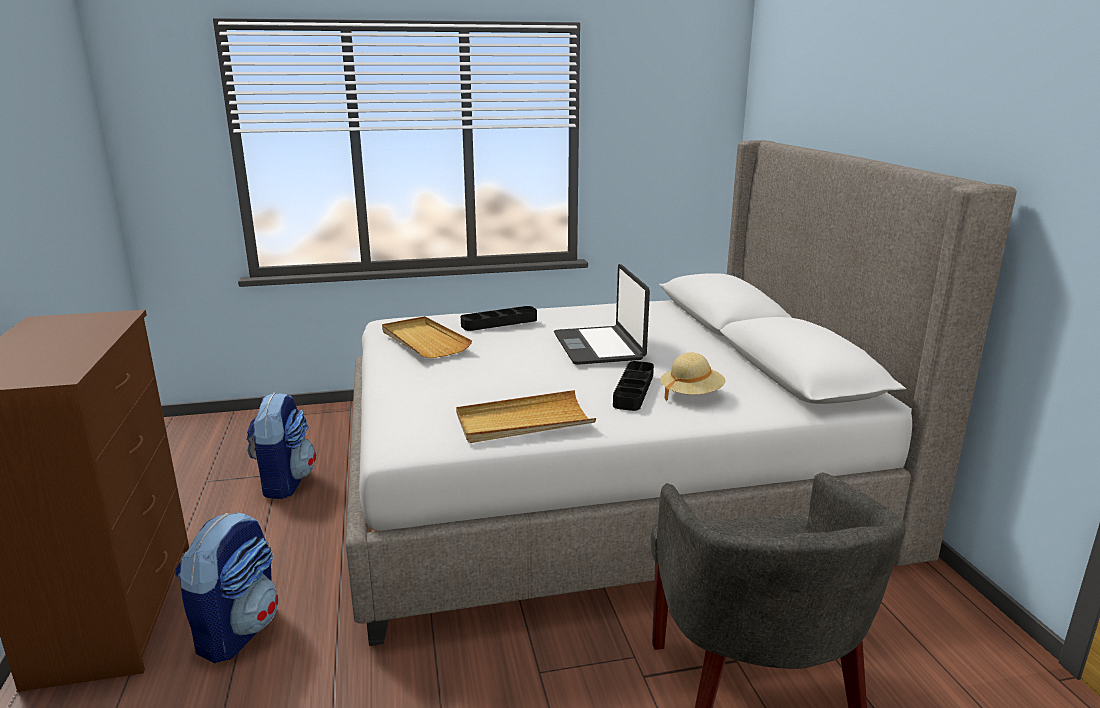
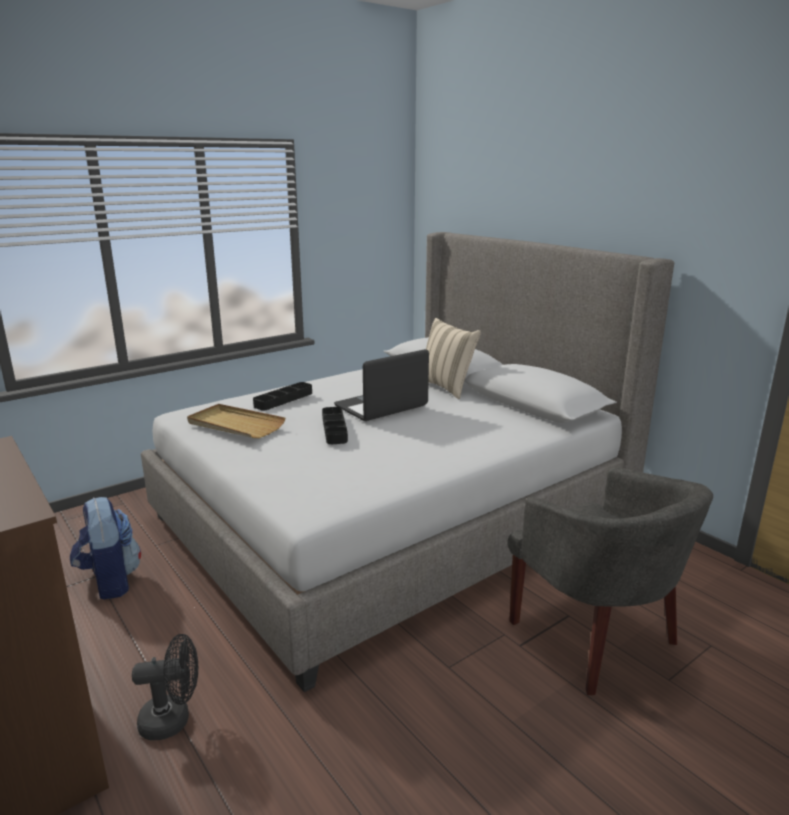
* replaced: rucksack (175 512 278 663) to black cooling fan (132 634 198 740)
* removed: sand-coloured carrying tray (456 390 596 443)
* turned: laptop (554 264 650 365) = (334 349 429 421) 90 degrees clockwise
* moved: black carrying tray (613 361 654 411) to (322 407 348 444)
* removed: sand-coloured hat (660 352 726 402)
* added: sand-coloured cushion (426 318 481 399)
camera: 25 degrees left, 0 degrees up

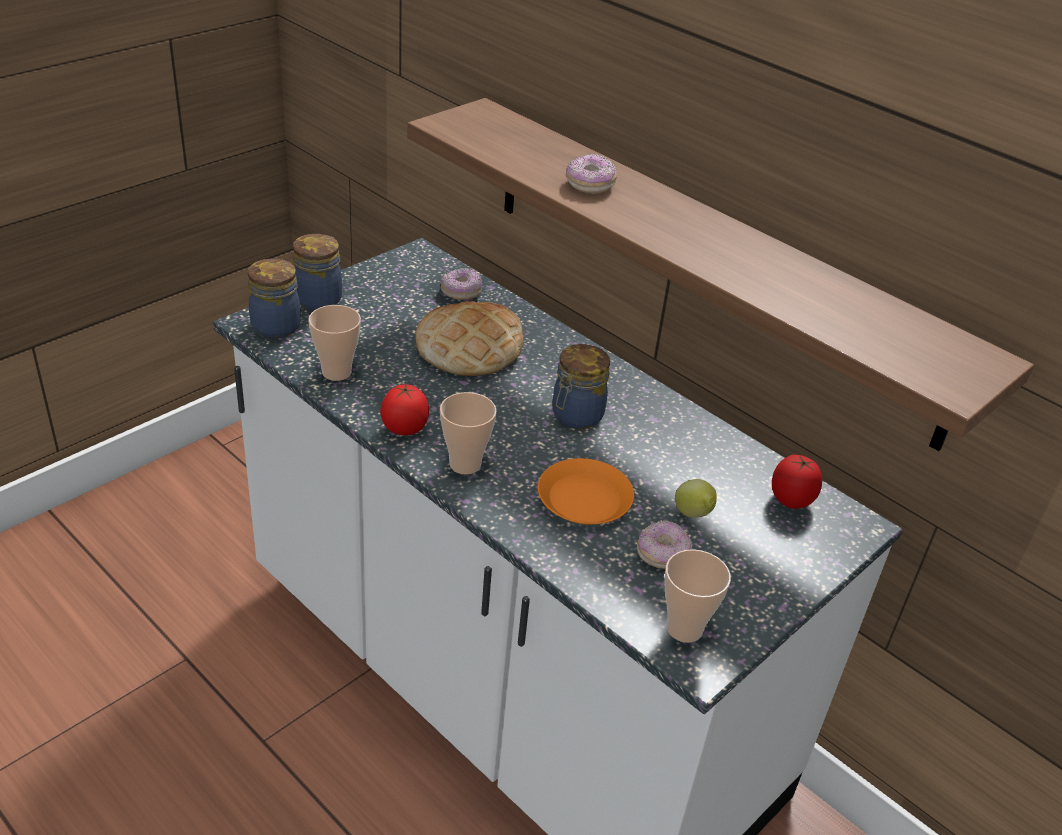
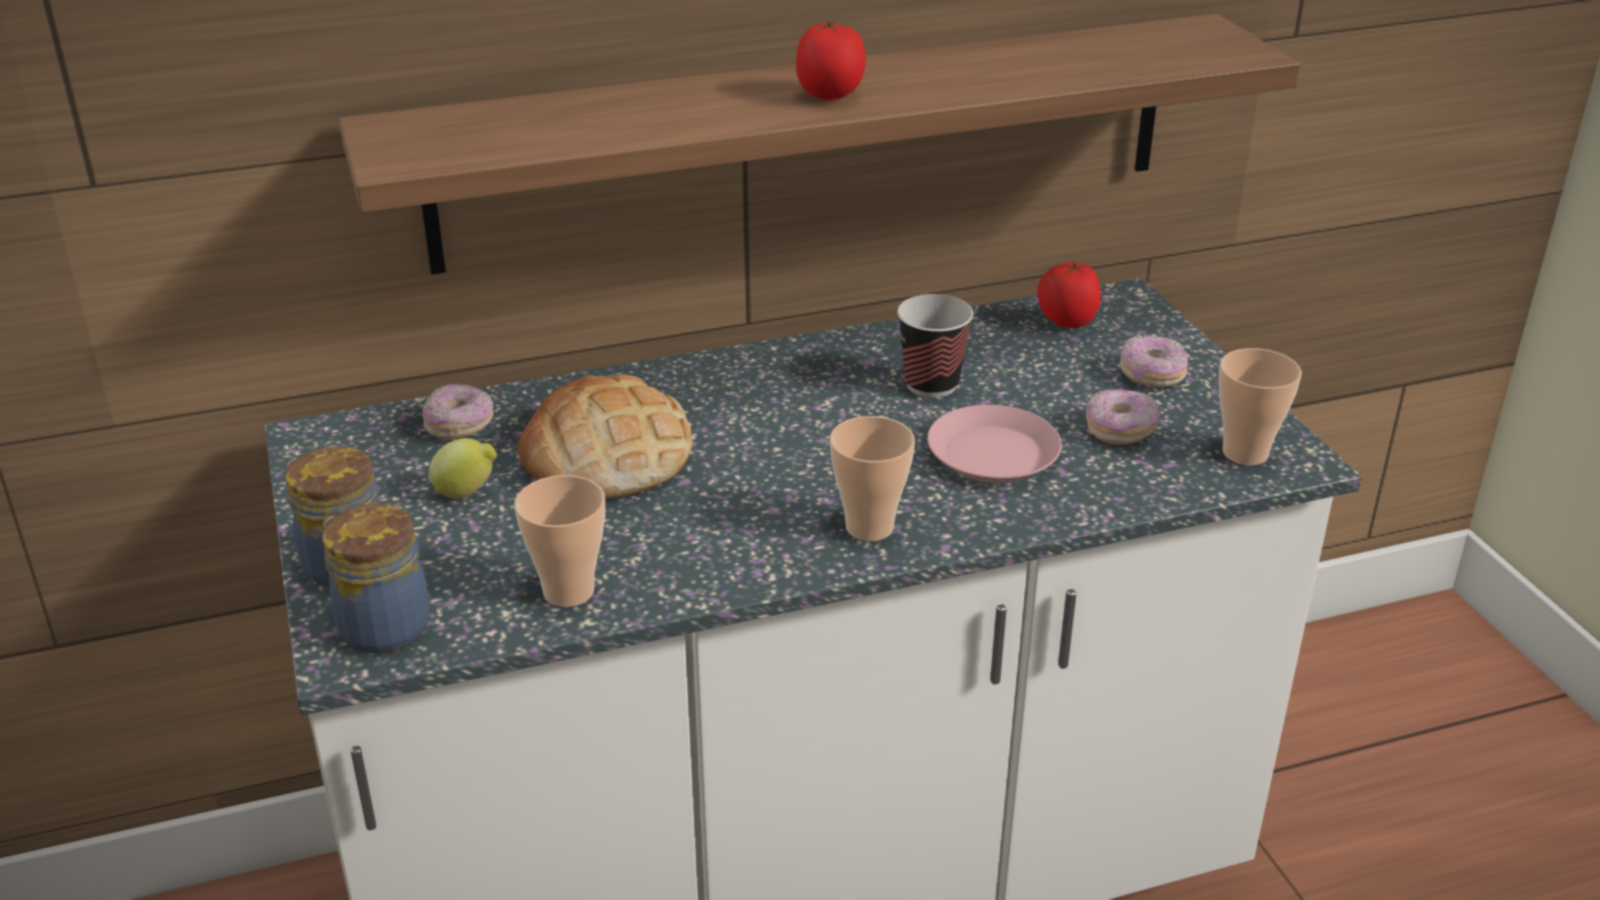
* moved: whole tomato (380 383 429 435) to (796 21 866 100)
* recoloured: orange plate (538 458 634 525) to pinkish plate (927 405 1062 483)
* removed: jar (553 344 610 429)
* moved: donut (565 154 617 194) to (1120 335 1188 387)
* moved: lemon (675 479 717 518) to (429 438 497 499)
* added: cup (897 294 973 398)
camera: 60 degrees left, 5 degrees down

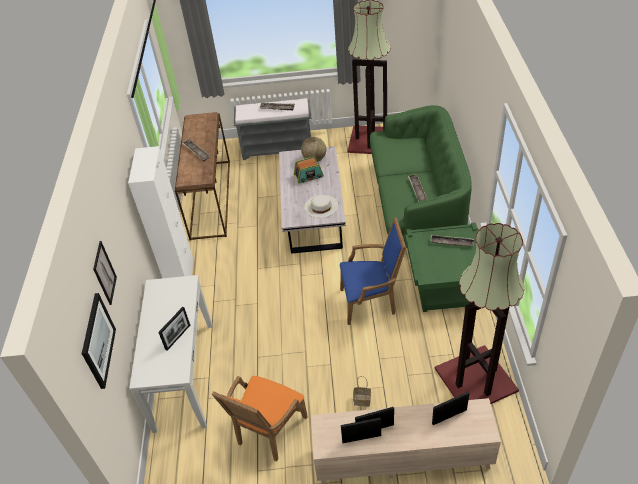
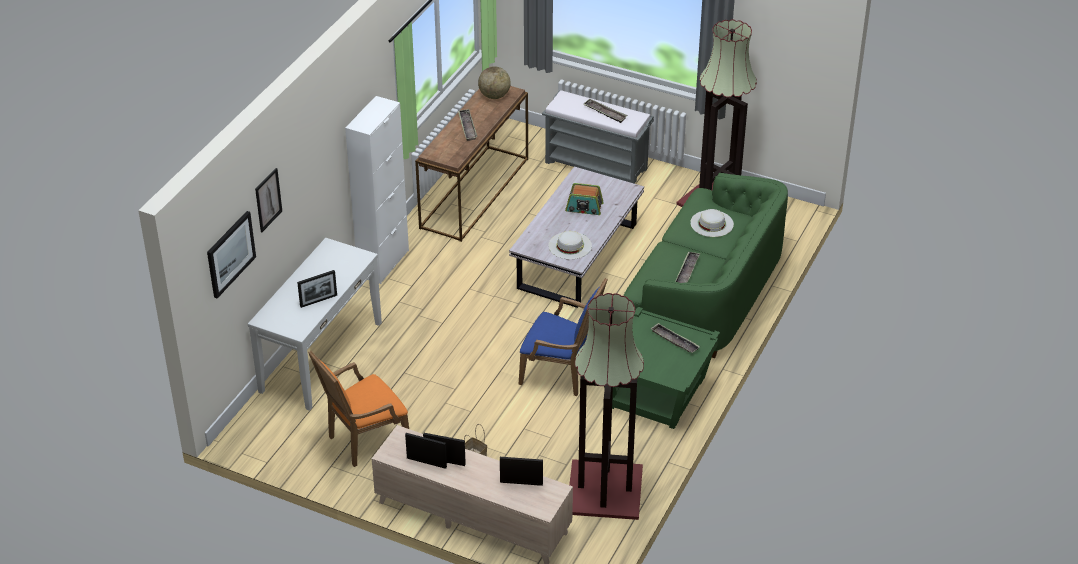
* moved: world globe (301 137 326 162) to (478 66 511 99)
* added: white-coloured hat (690 209 734 237)
camera: 25 degrees right, 5 degrees down

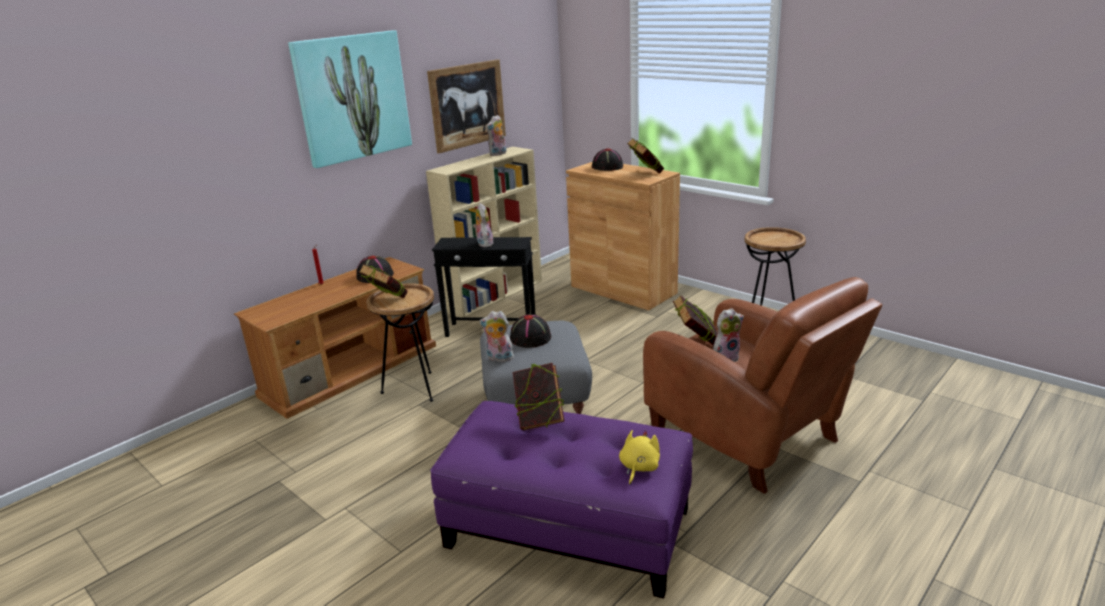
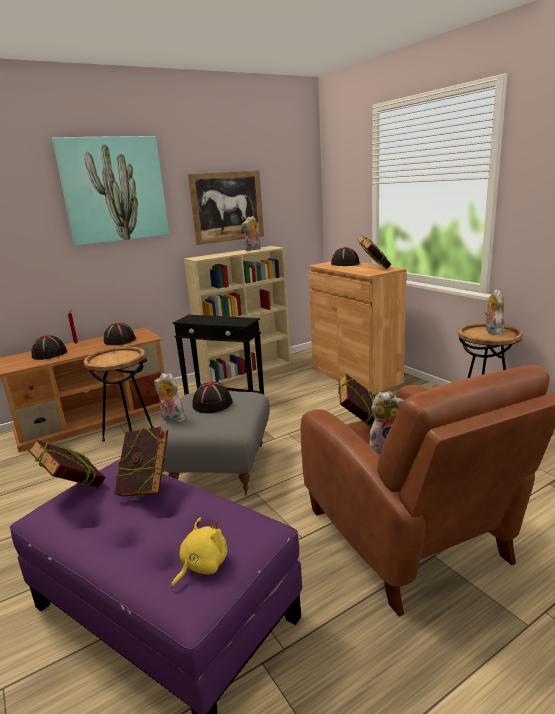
* moved: bound book (359 264 408 298) to (28 440 105 487)
* moved: soft toy (472 203 494 247) to (484 289 505 335)
* added: black hat (32 335 67 360)
camera: 15 degrees right, 5 degrees down

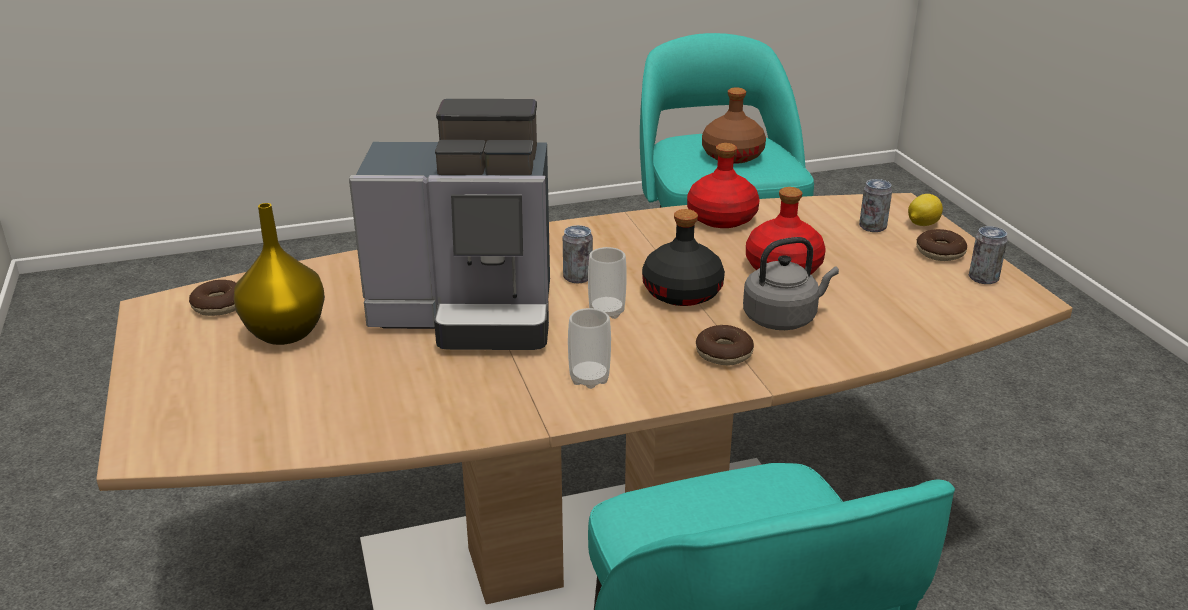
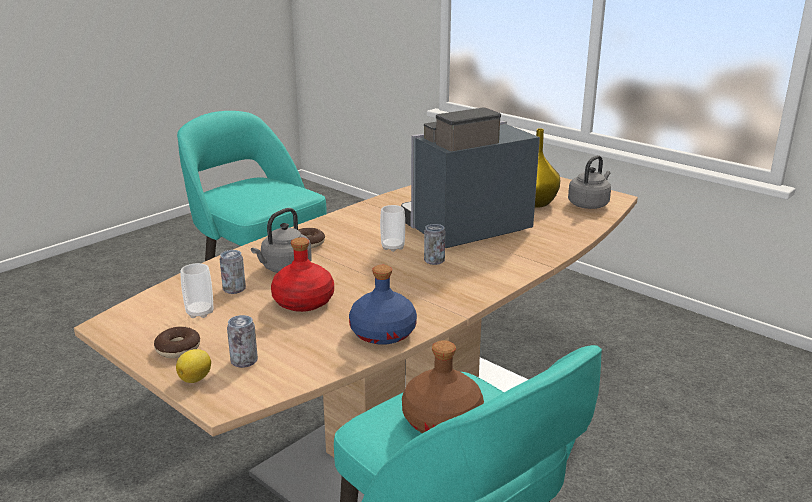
* replaced: donut (189 280 236 316) to greyish kettle (568 155 611 209)
* moved: cup (568 308 611 389) to (180 263 213 318)
* removed: black drink bottle (642 209 725 306)
* recoloured: reddish drink bottle (687 143 760 228) to bluish drink bottle (349 265 417 345)
* moved: metal can (969 226 1008 284) to (220 250 246 294)
camera: 150 degrees right, 5 degrees down

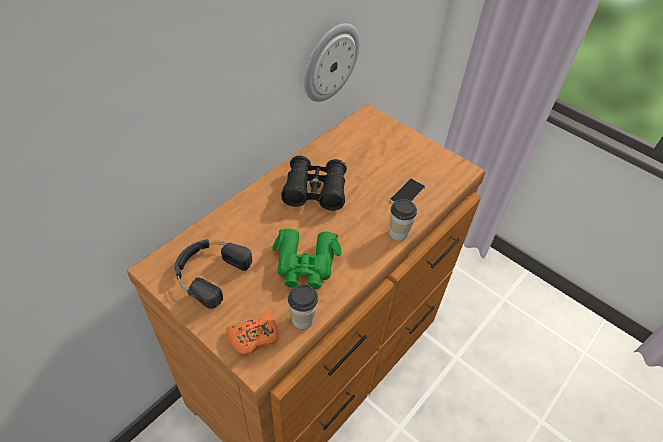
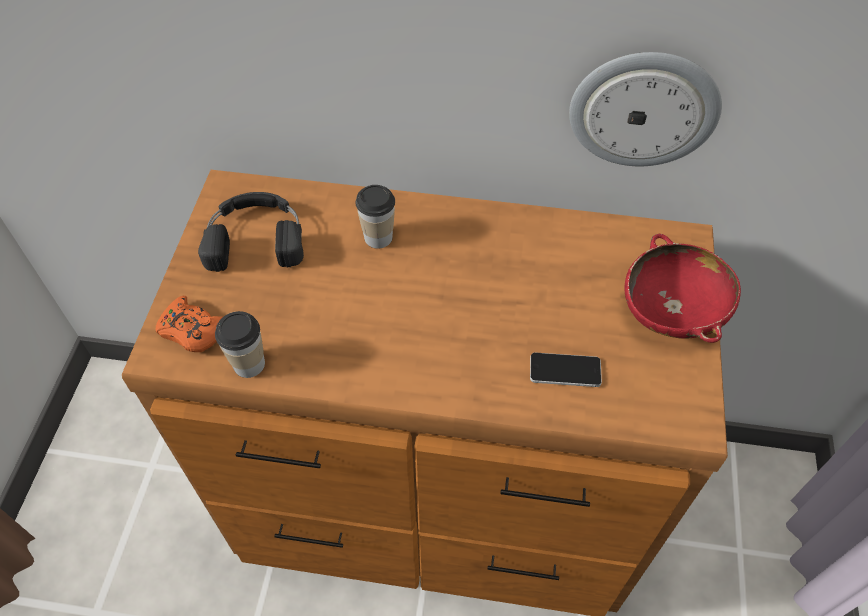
* removed: green-coloured field glasses (272 229 341 289)
* removed: black field glasses (281 156 347 211)
* moved: cup (389 199 417 241) to (356 185 395 249)
* added: reddish bowl (625 234 741 343)
camera: 60 degrees right, 5 degrees up

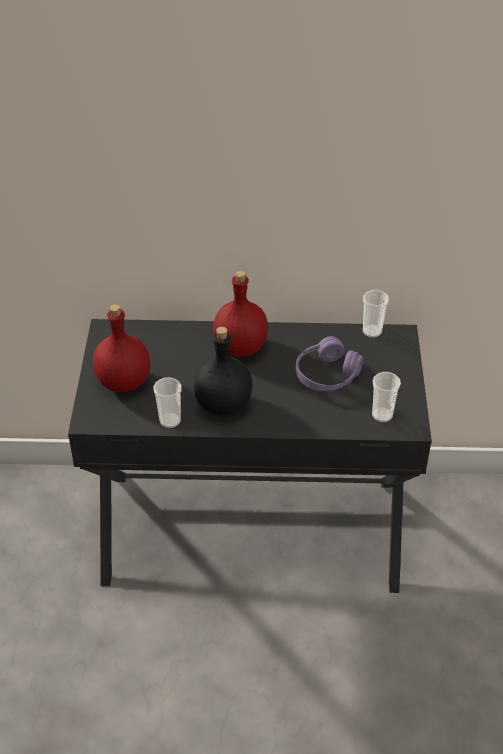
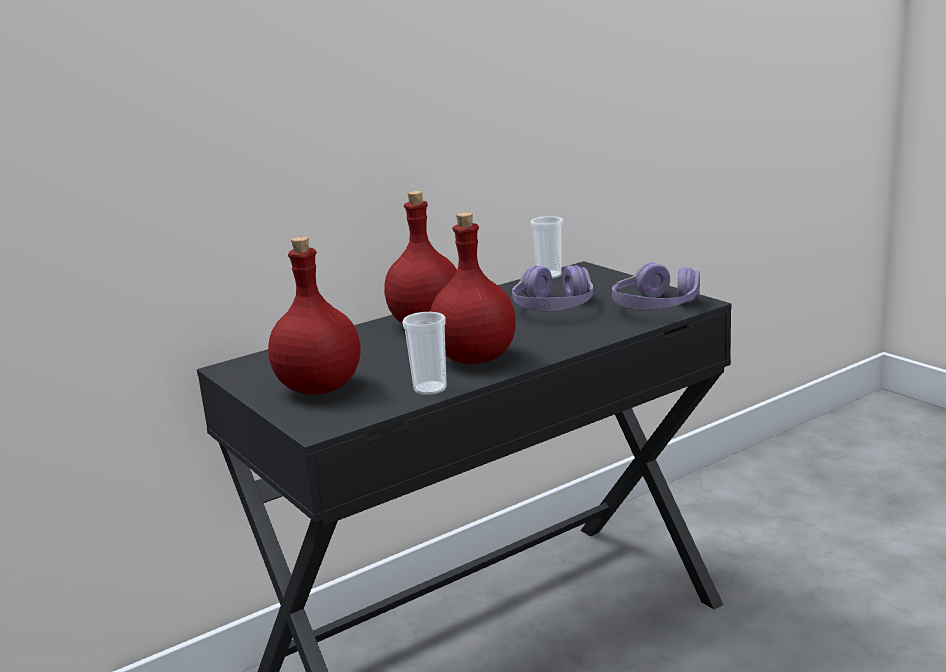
* recoloured: black drink bottle (194 327 252 416) to reddish drink bottle (430 212 516 364)
* replaced: cup (372 372 401 422) to purple-coloured pair of headphones (612 262 700 311)
camera: 35 degrees left, 25 degrees down

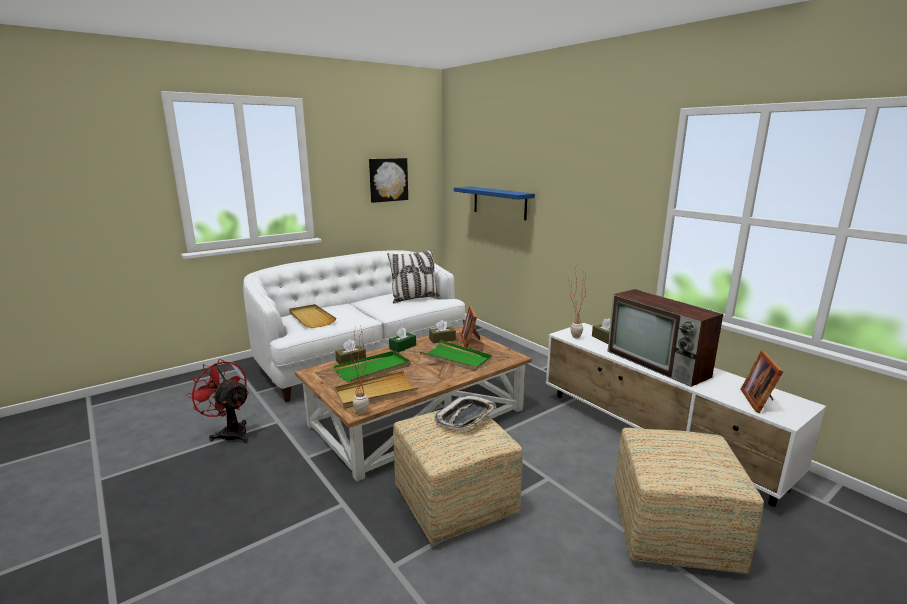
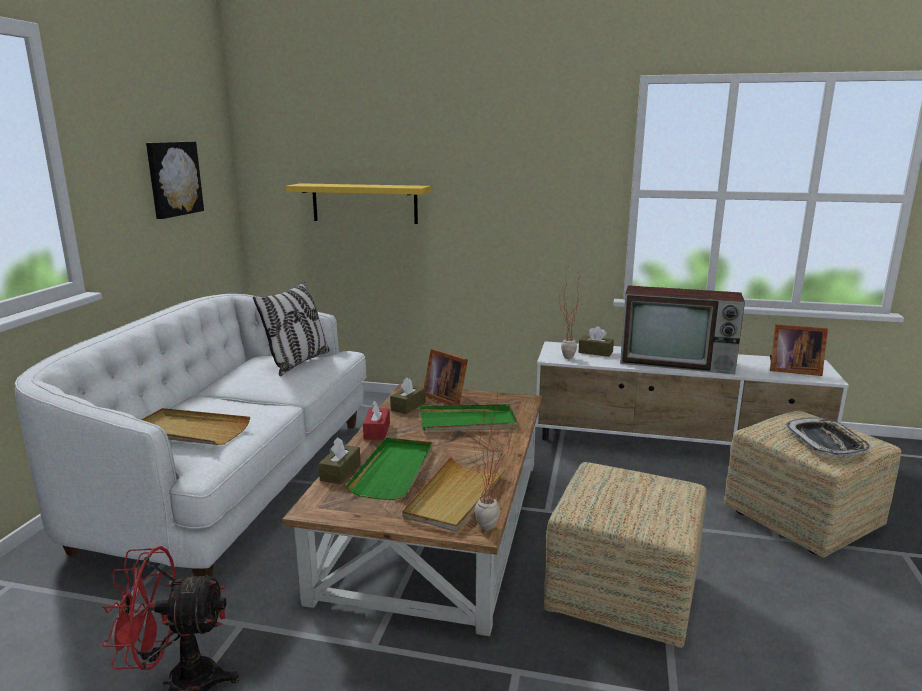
* recoloured: green-coloured tissue holder (389 327 416 353) to reddish tissue holder (363 400 390 440)
* moved: carrying tray (435 395 496 429) to (785 418 873 456)
* recoloured: bluish shelf (454 187 535 220) to yellow shelf (286 183 431 224)
* turned: picture frame (740 350 783 413) = (770 324 828 376) 45 degrees counterclockwise
camera: 40 degrees left, 0 degrees up

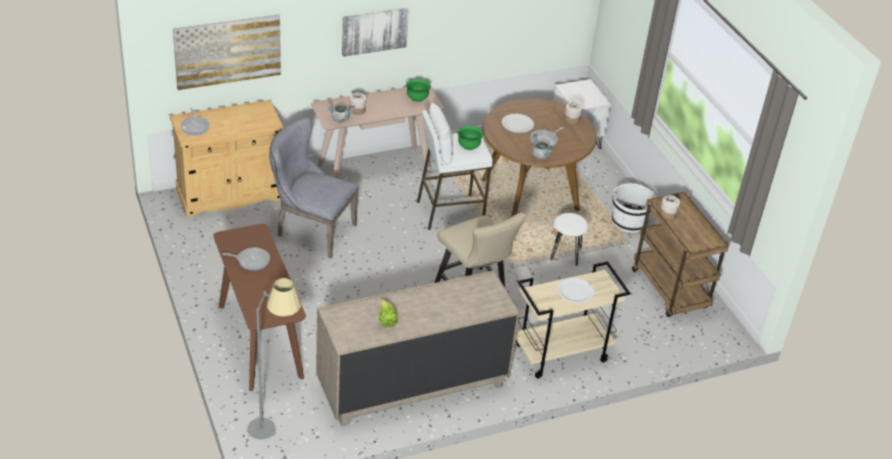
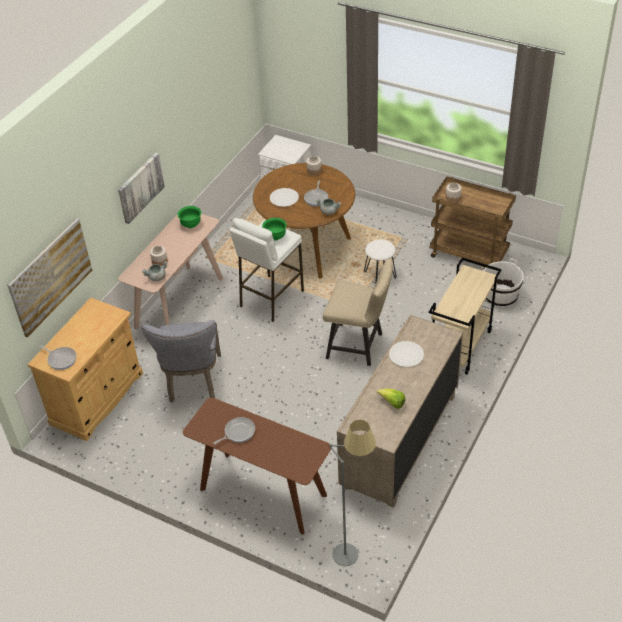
* turned: greyish chair (269 117 359 258) = (142 320 221 403) 75 degrees counterclockwise
* moved: white-coloured plate (557 277 594 304) to (389 341 424 367)
* moved: white-coloured bucket (612 183 658 233) to (484 258 524 308)
camera: 35 degrees left, 5 degrees up

